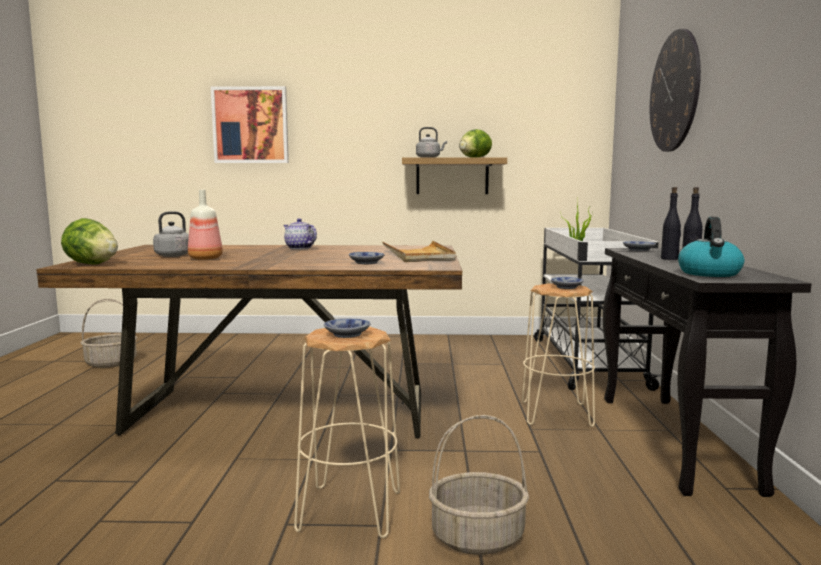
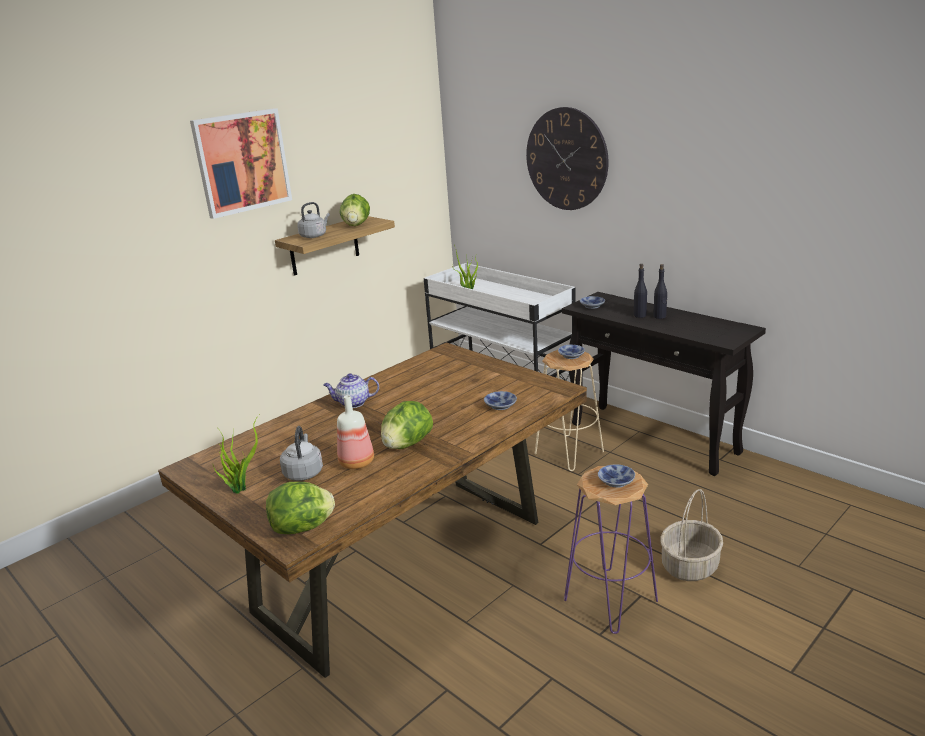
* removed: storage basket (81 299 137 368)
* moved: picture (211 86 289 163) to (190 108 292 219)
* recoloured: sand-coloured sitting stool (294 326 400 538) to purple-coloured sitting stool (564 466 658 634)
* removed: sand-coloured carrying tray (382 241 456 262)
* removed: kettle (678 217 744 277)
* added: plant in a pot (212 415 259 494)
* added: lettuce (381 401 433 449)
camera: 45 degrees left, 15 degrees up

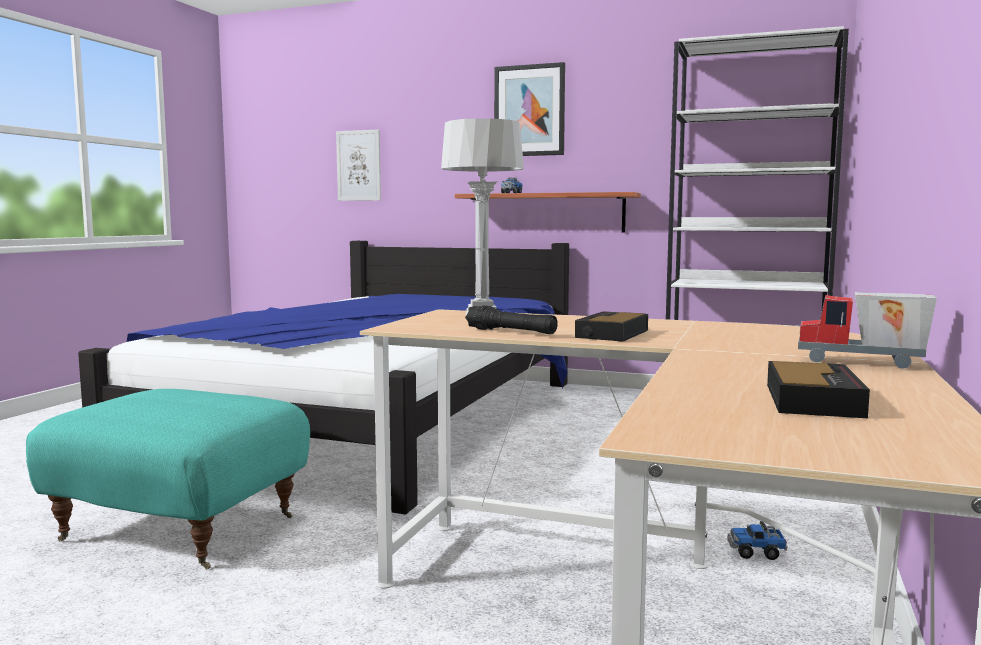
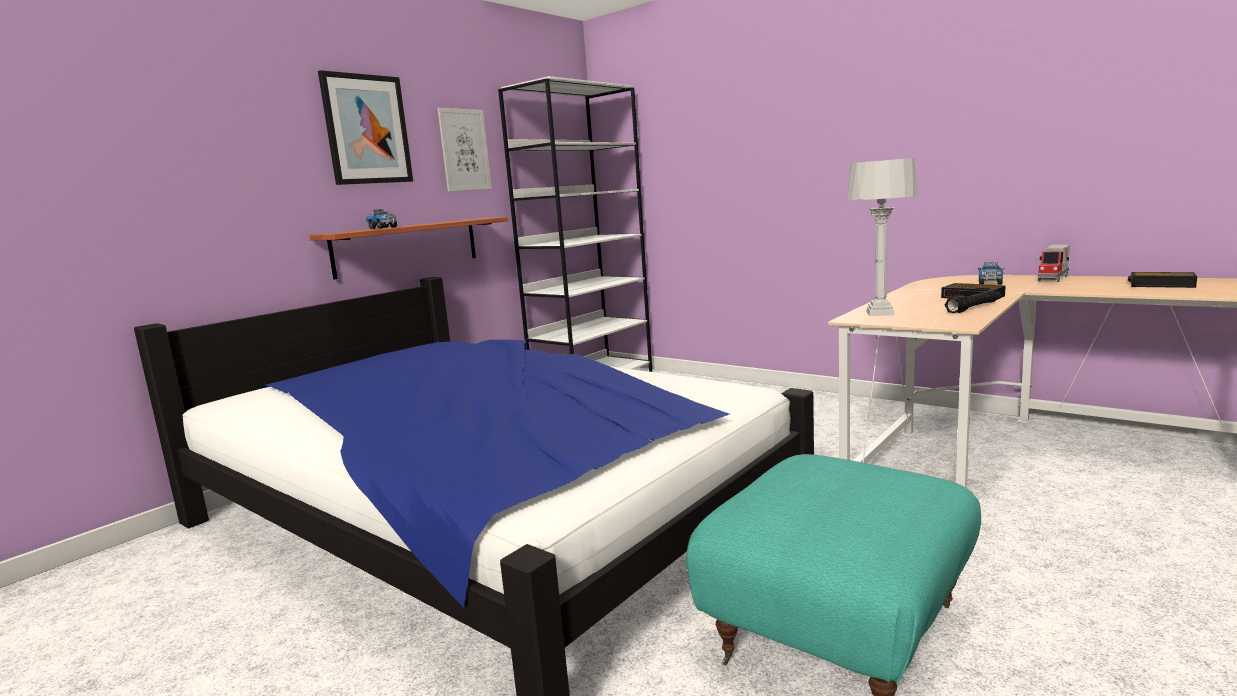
* moved: picture (336 129 381 201) to (437 108 492 192)
* moved: toy lorry (727 521 788 560) to (978 262 1004 284)
camera: 70 degrees left, 5 degrees up

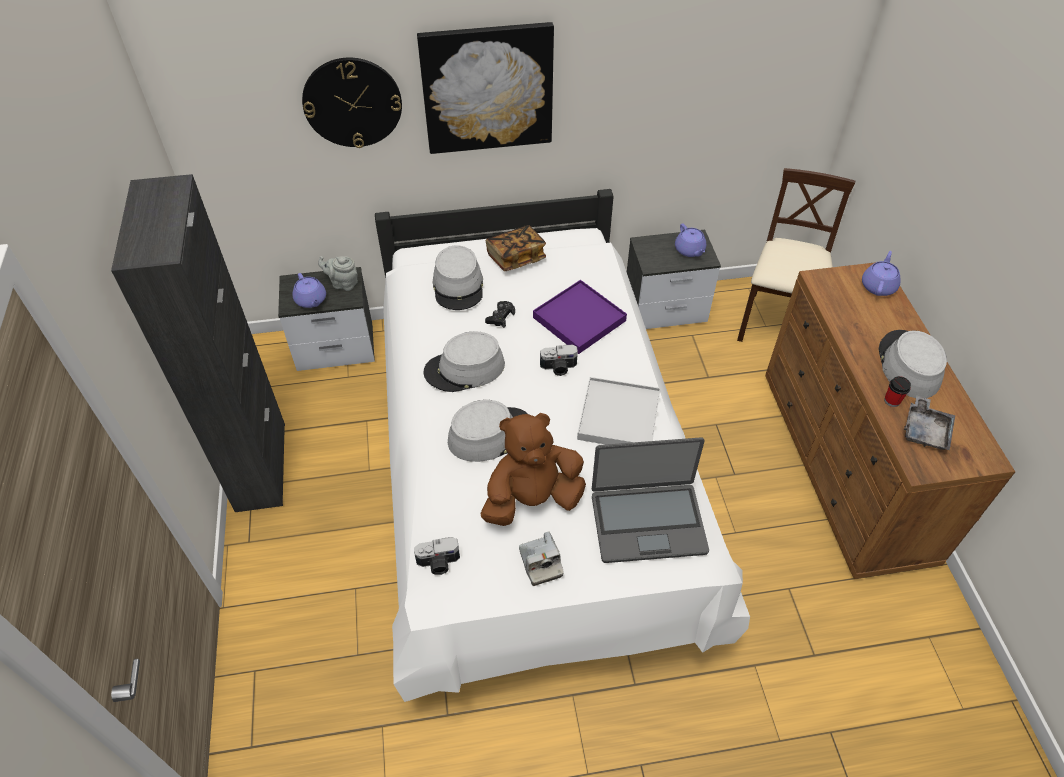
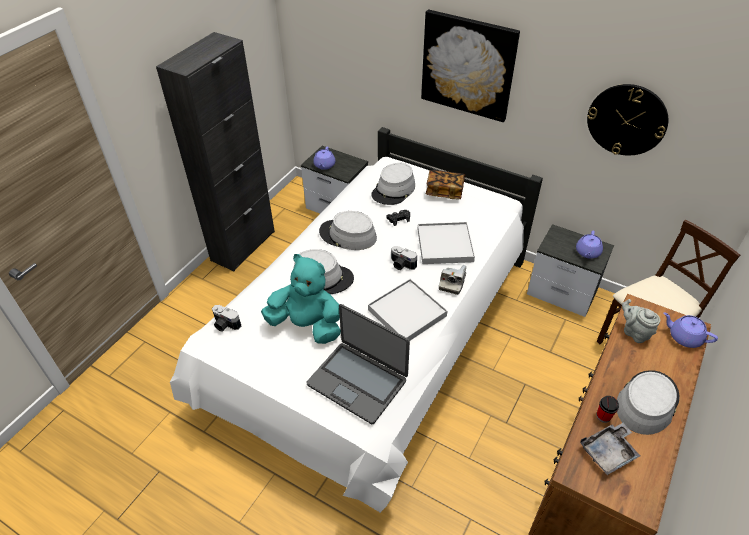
* moved: wall clock (302 57 402 148) to (587 84 668 155)
* moved: greyish pot for tea (318 256 358 291) to (622 299 660 343)
* recoloured: brown soft toy (480 413 586 526) to turquoise-coloured soft toy (261 254 341 344)
* moved: still camera (519 531 564 586) to (439 265 466 295)
* recoloured: purple-coloured carrying tray (533 280 627 354) to white-coloured carrying tray (417 222 475 264)
* turned: purple-coloured pot for tea (862 251 901 296) = (663 312 718 348) 120 degrees counterclockwise
camera: 40 degrees right, 5 degrees down

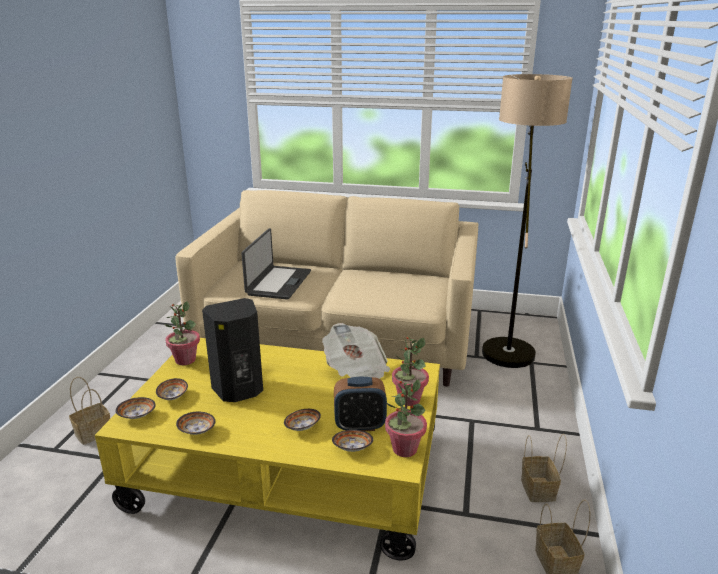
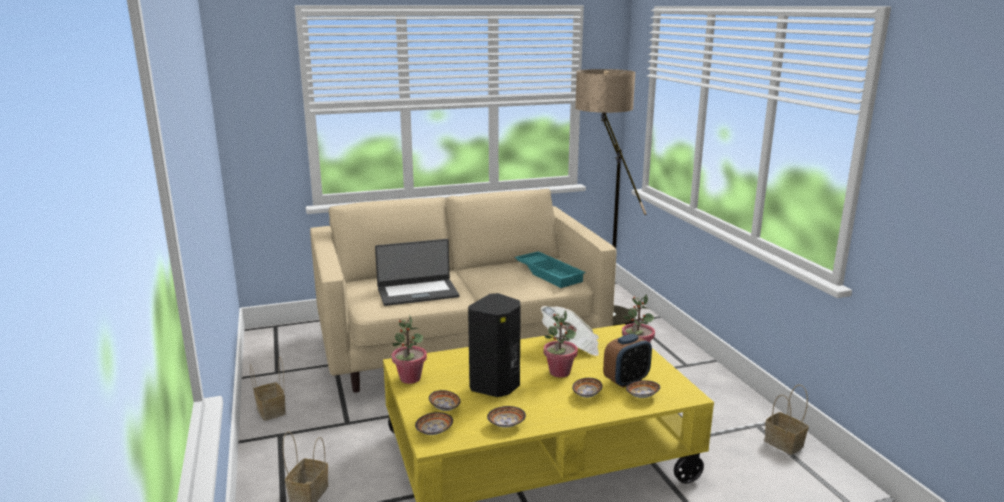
* turned: laptop (241 228 311 300) = (375 239 459 306) 90 degrees clockwise
* moved: plant in a pot (385 379 427 457) to (544 310 578 378)
* moved: storage basket (521 434 567 502) to (250 357 286 421)
* added: turquoise-coloured carrying tray (515 251 586 288)
camera: 30 degrees left, 5 degrees down

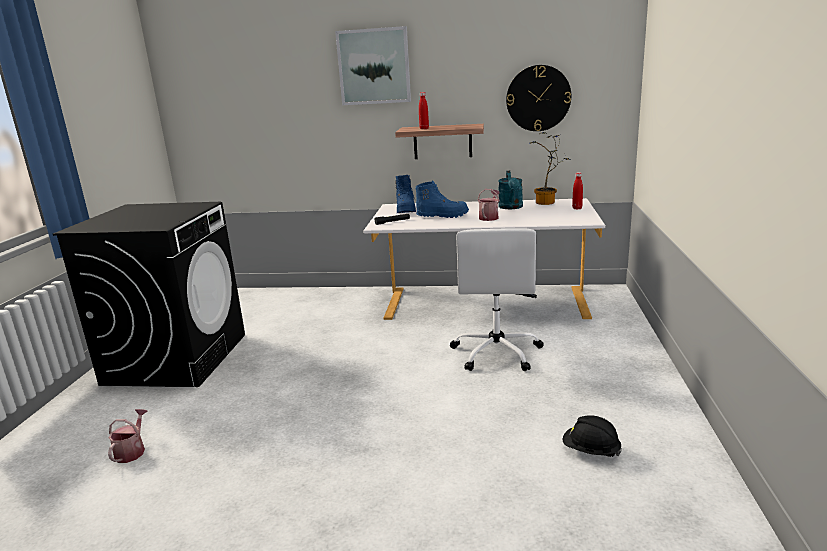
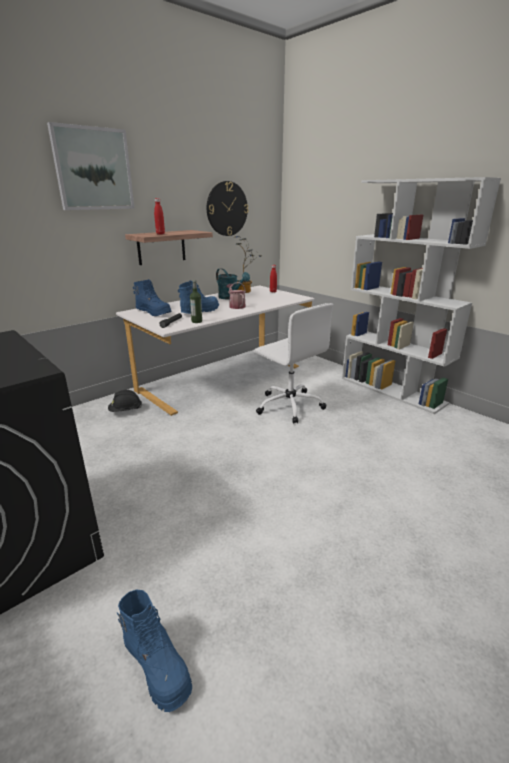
* replaced: sprinkling can (108 409 148 463) to bluish high-top boot (117 590 192 712)
* moved: black safety helmet (563 415 622 457) to (108 390 142 412)
* added: drink bottle (190 280 202 323)
* added: white-coloured bookshelf (342 177 501 414)
camera: 50 degrees left, 5 degrees up

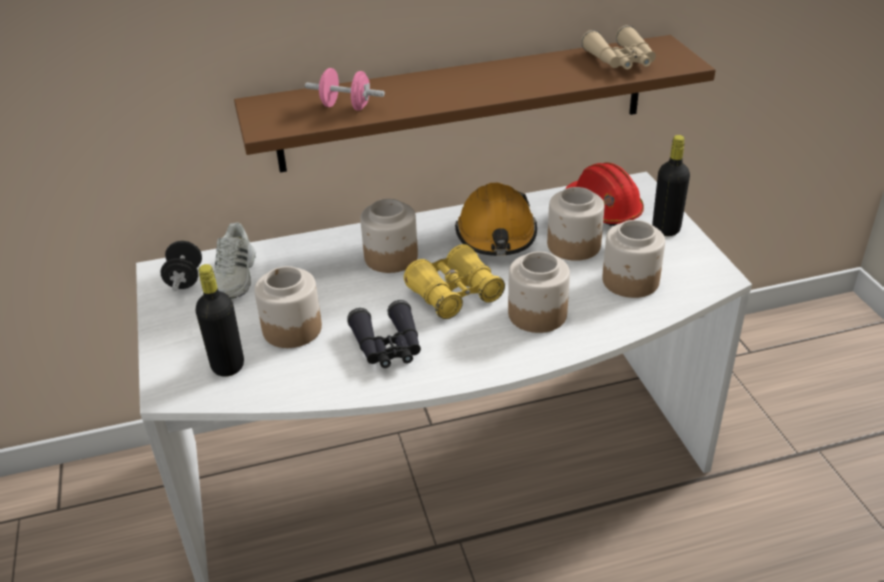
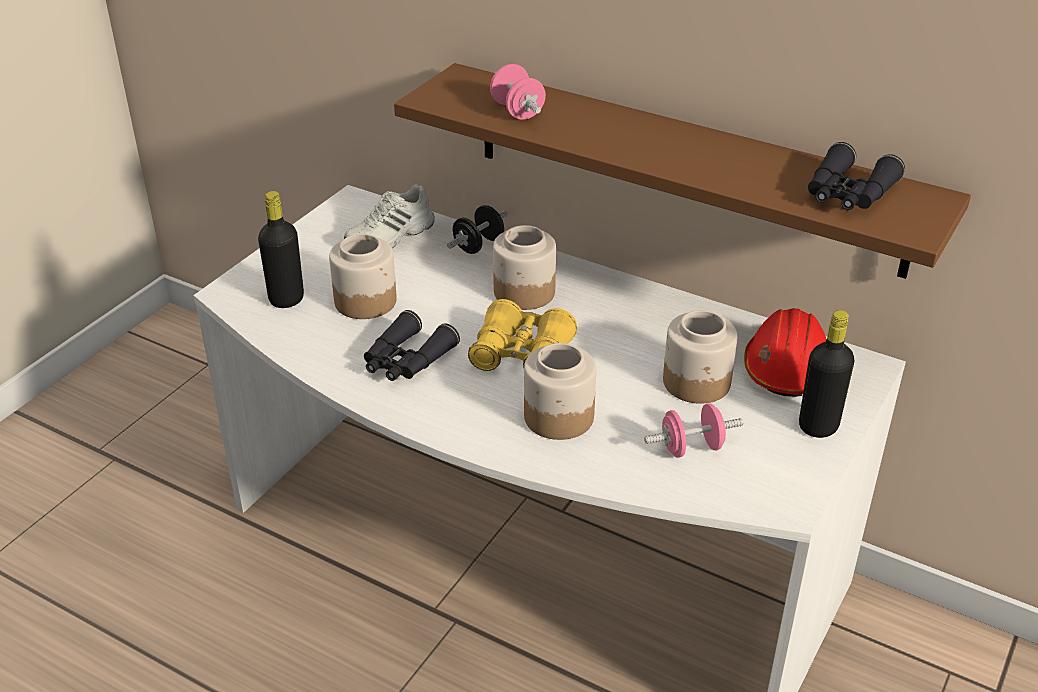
* moved: black dumbbell (160 241 202 290) to (447 205 508 254)
* removed: orange safety helmet (455 183 537 256)
* recoloured: sand-coloured field glasses (581 25 656 69) to black field glasses (808 142 905 210)
* replaced: jar (602 220 665 298) to pinkish dumbbell (644 403 743 458)
camera: 45 degrees right, 0 degrees up

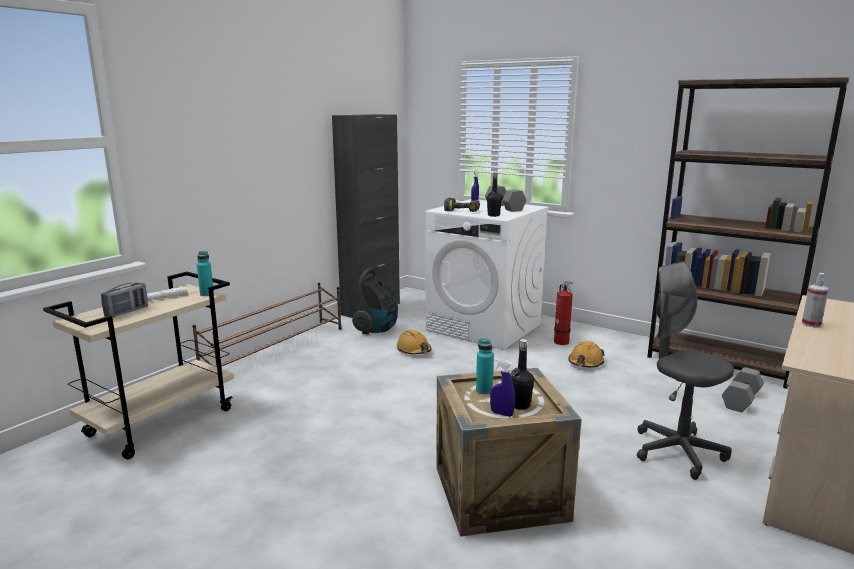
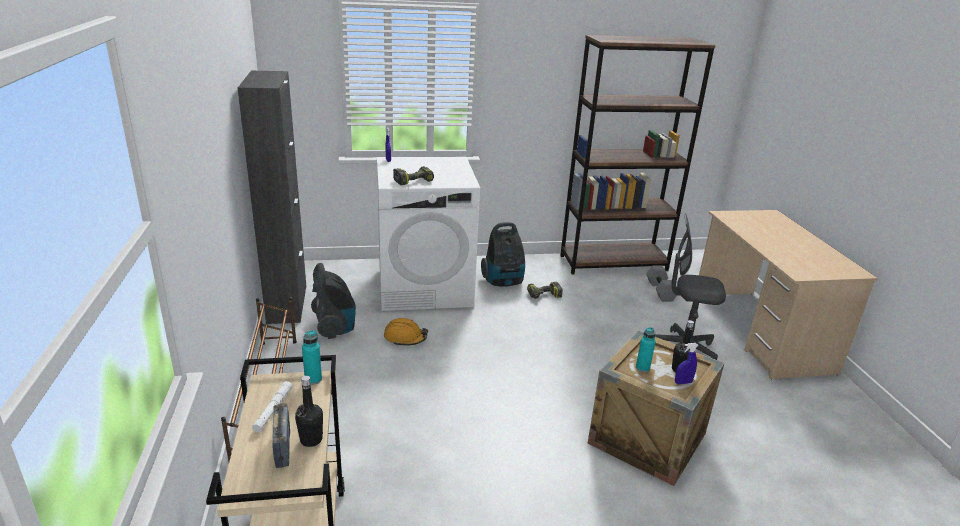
* removed: greyish dumbbell (485 185 526 212)
* moved: black drink bottle (487 173 502 217) to (295 376 323 447)
* replaced: fire-fighting cylinder (554 282 573 345) to vacuum cleaner (481 222 525 287)
* replaced: orange safety helmet (568 341 605 367) to drill (527 282 563 299)
* removed: hand sprayer (802 273 829 328)
camera: 45 degrees left, 10 degrees up

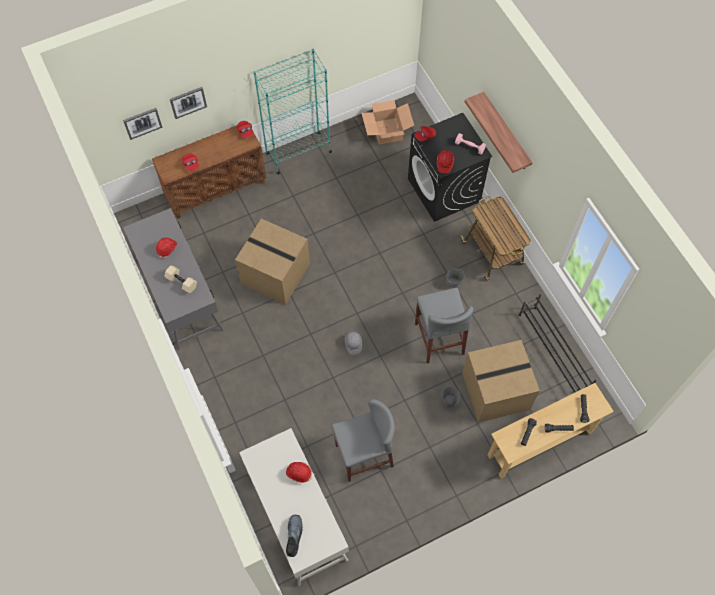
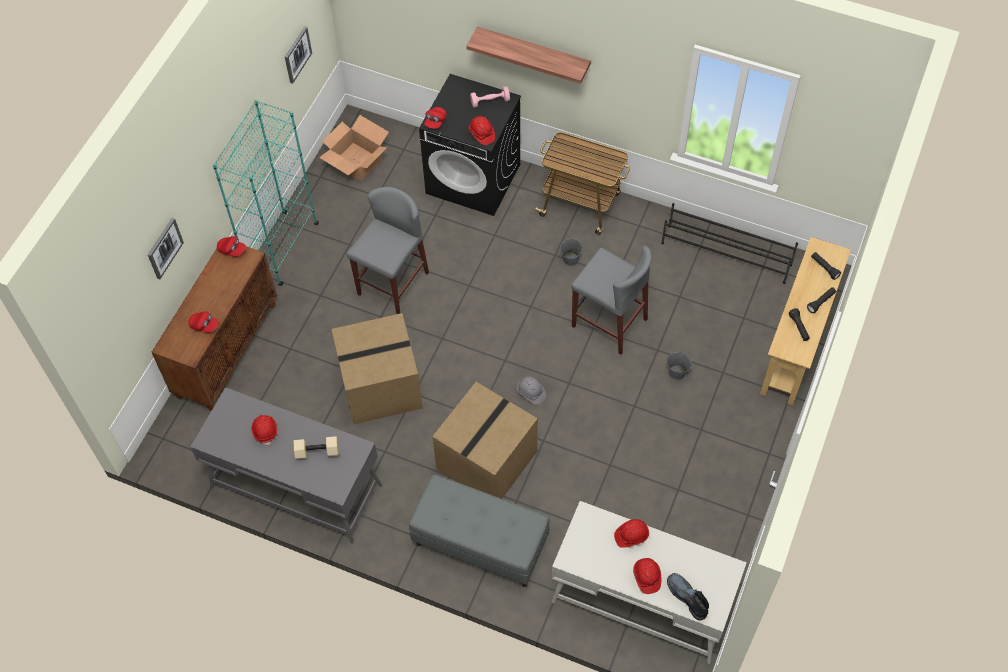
* moved: picture (123 108 163 140) to (285 26 312 84)
* moved: greyish sitting stool (331 399 395 482) to (347 187 429 314)
* moved: carton (462 340 540 423) to (432 382 538 499)
* added: greyish bench (409 475 550 587)
* added: reddish safety helmet (633 558 661 594)
camera: 40 degrees left, 5 degrees down

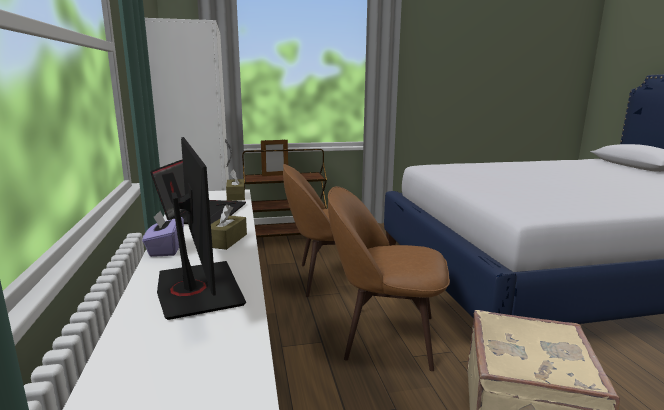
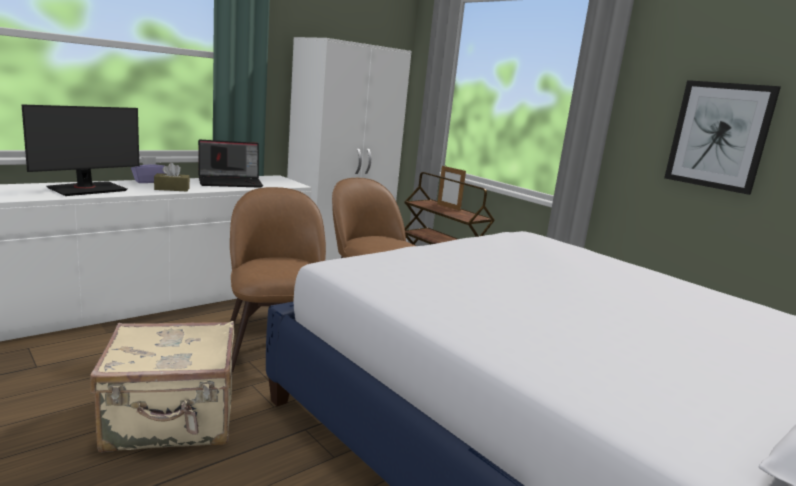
* removed: brown tissue holder (226 170 245 201)
* added: picture (664 80 781 195)
camera: 60 degrees right, 0 degrees up

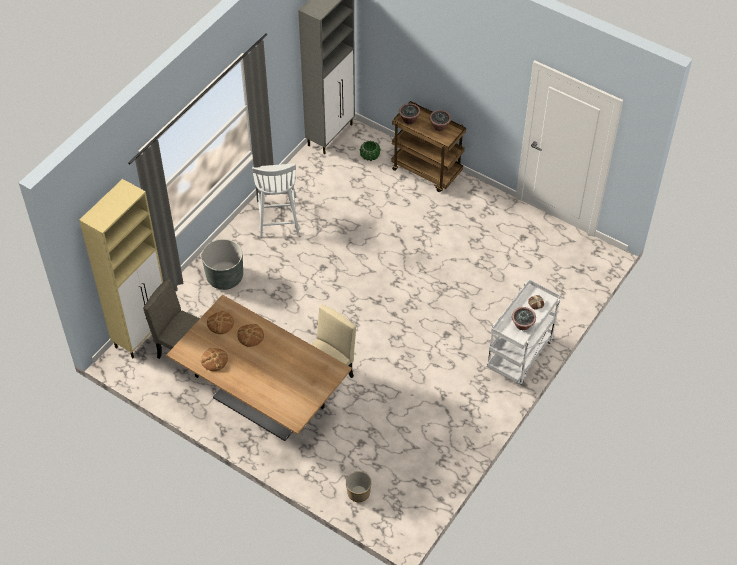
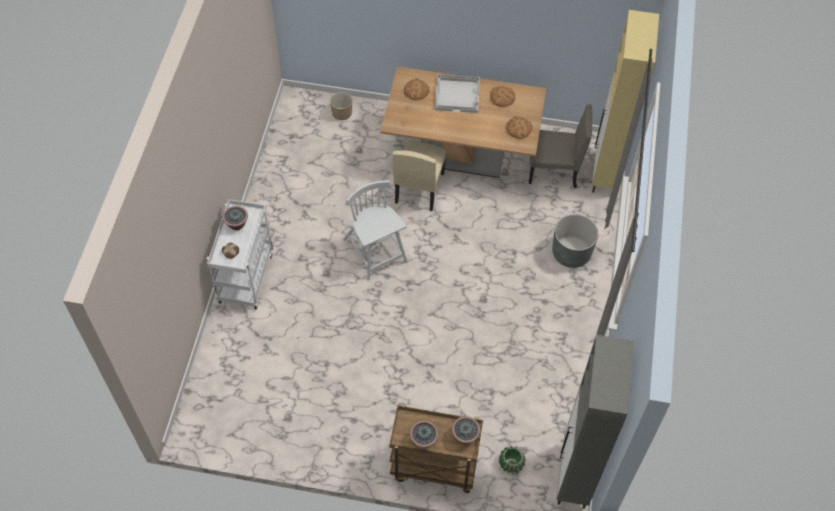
* moved: bread (237 324 264 347) to (404 78 430 100)
* moved: white-coloured chair (252 164 299 237) to (343 181 407 280)
* added: white-coloured carrying tray (435 75 480 113)
camera: 155 degrees right, 5 degrees up

